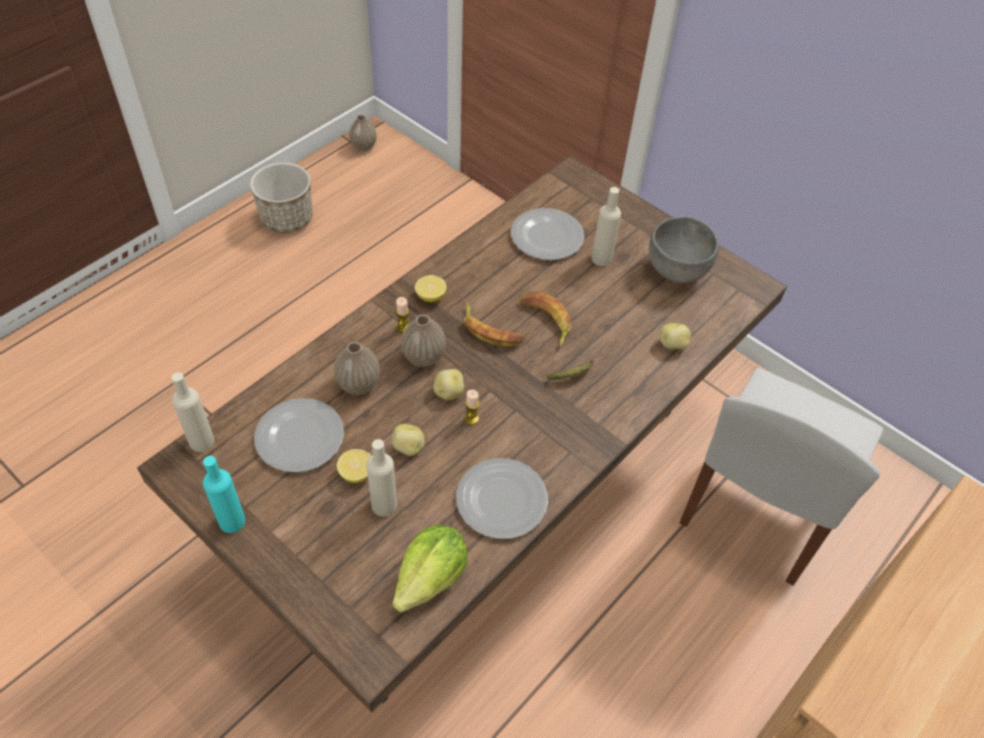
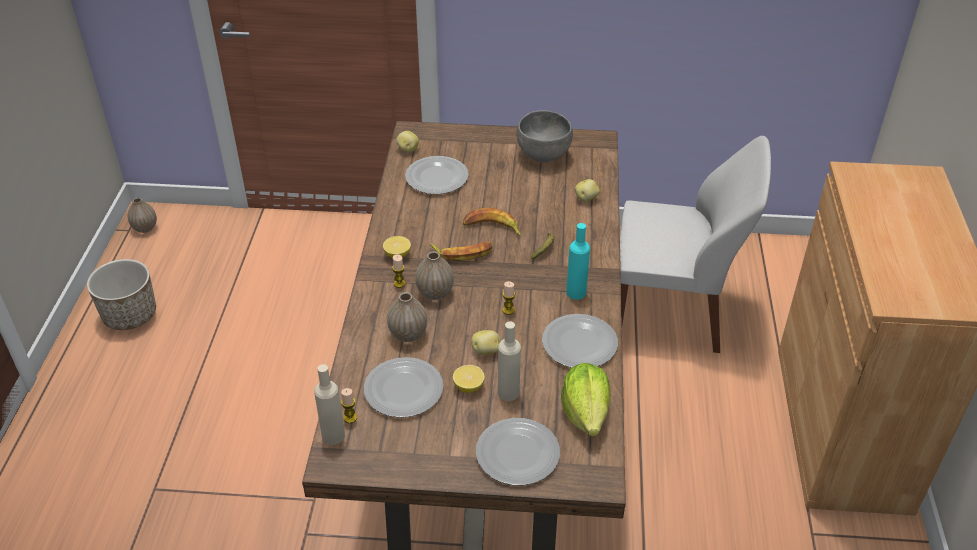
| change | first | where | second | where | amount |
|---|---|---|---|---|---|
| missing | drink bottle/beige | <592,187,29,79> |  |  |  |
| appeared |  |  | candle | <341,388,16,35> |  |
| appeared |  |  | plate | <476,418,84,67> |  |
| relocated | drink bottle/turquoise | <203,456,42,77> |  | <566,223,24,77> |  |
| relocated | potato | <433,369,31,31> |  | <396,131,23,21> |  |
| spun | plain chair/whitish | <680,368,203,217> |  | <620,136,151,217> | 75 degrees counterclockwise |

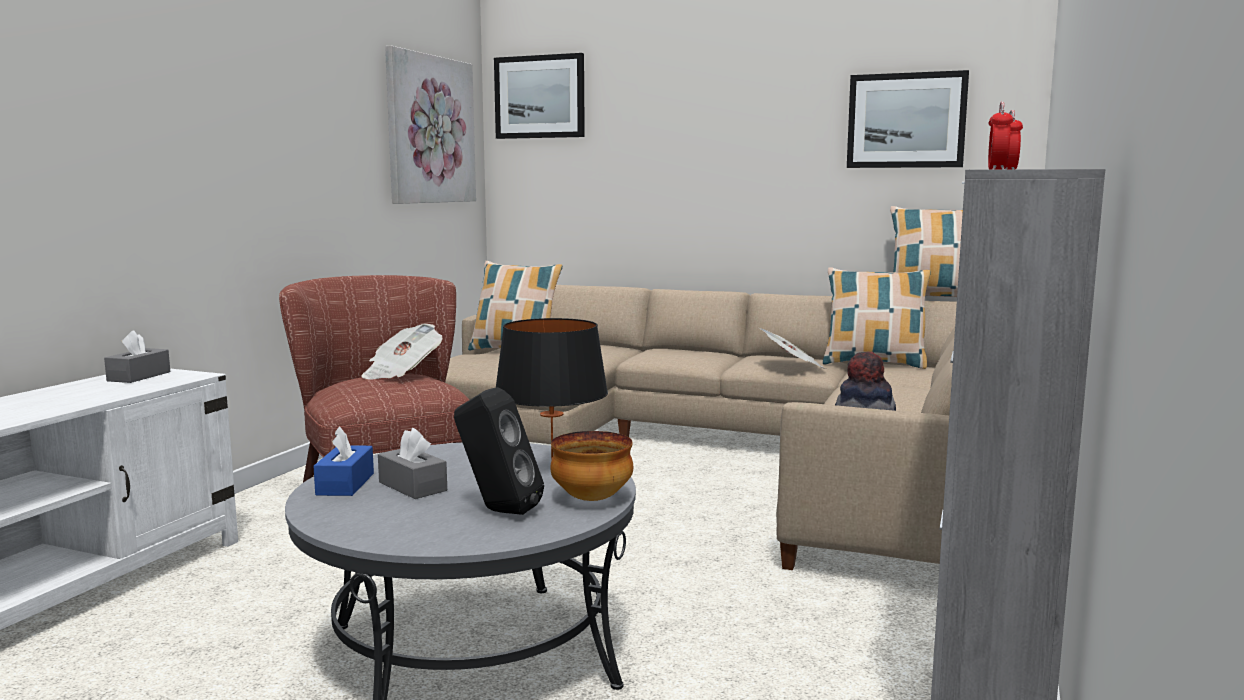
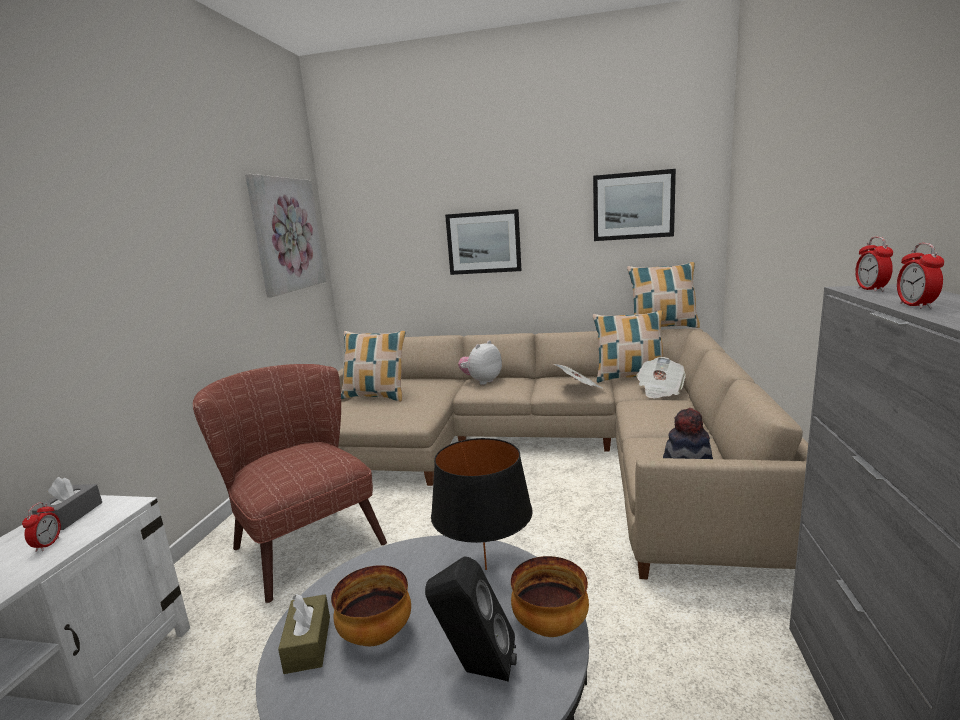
| change | first | where | second | where | amount |
|---|---|---|---|---|---|
| appeared |  |  | table clock | <22,502,39,50> |  |
| appeared |  |  | soft toy | <458,340,44,45> |  |
| relocated | printed paper | <361,324,81,56> |  | <636,357,50,41> |  |
| relocated | wall picture | <494,53,91,86> |  | <445,209,77,66> |  |
| exchanged | tissue holder/gray | <378,428,69,71> | bowl | <331,565,80,81> |  |
| colour | tissue holder/blue | <313,427,61,69> | tissue holder/brown | <278,594,52,80> |  |

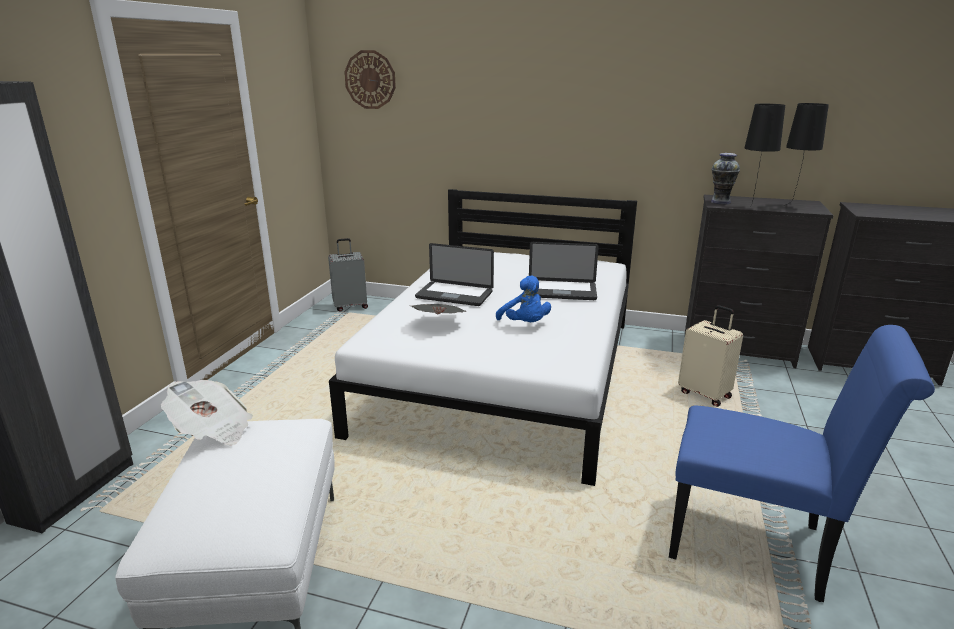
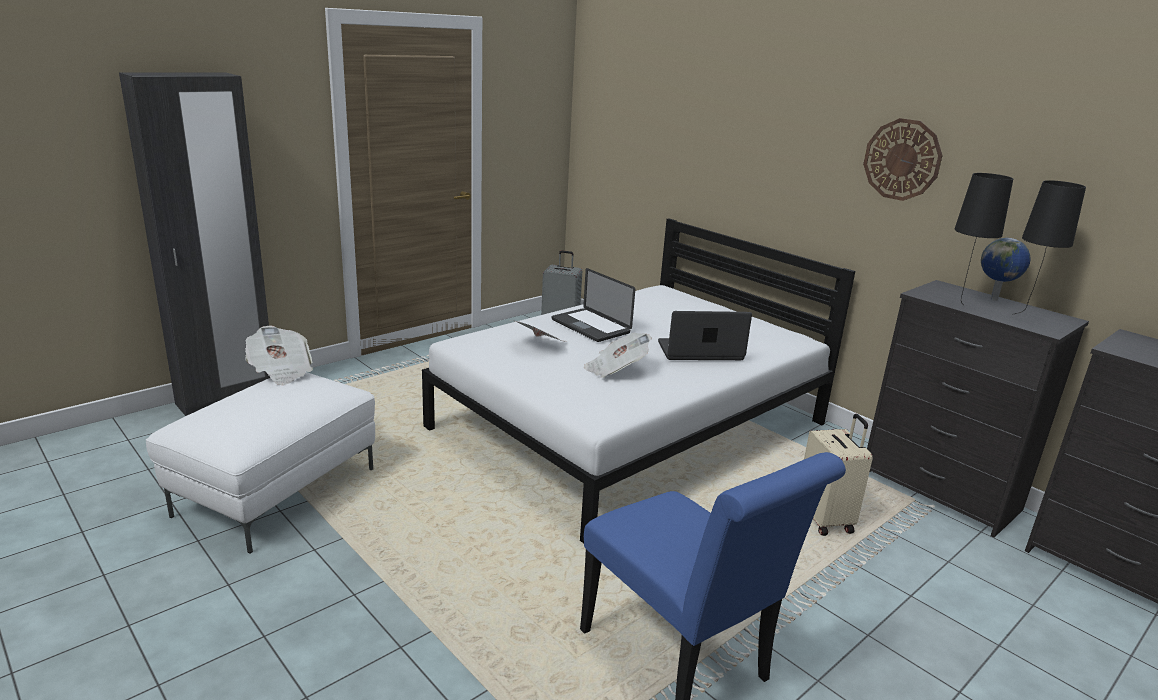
| change | first | where | second | where | amount |
|---|---|---|---|---|---|
| missing | flower vase | <711,153,29,51> |  |  |  |
| appeared |  |  | globe | <981,238,50,63> |  |
| relocated | clock on the wall | <344,50,52,59> |  | <863,118,80,83> |  |
| exchanged | soft toy/blue | <496,275,55,47> | printed paper | <584,332,68,46> |  |
| spun | notebook computer | <529,242,70,58> |  | <658,311,94,49> | 135 degrees clockwise |

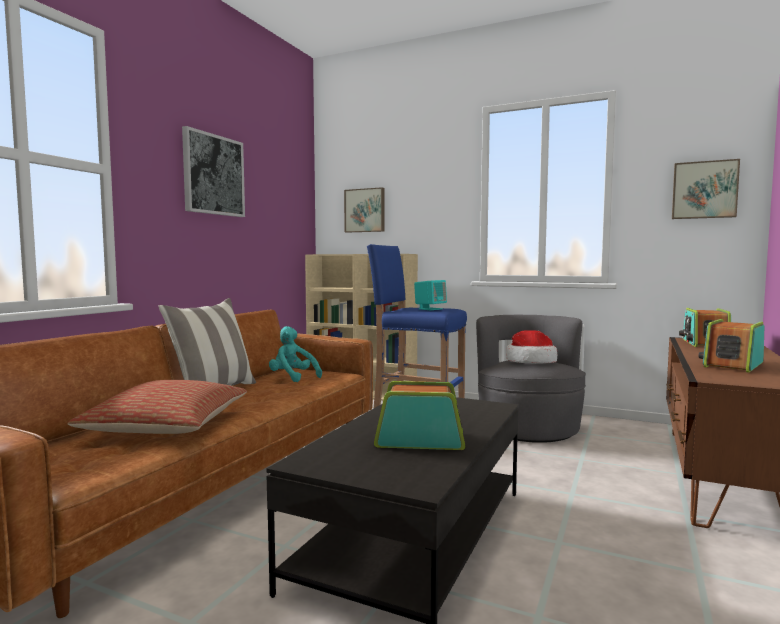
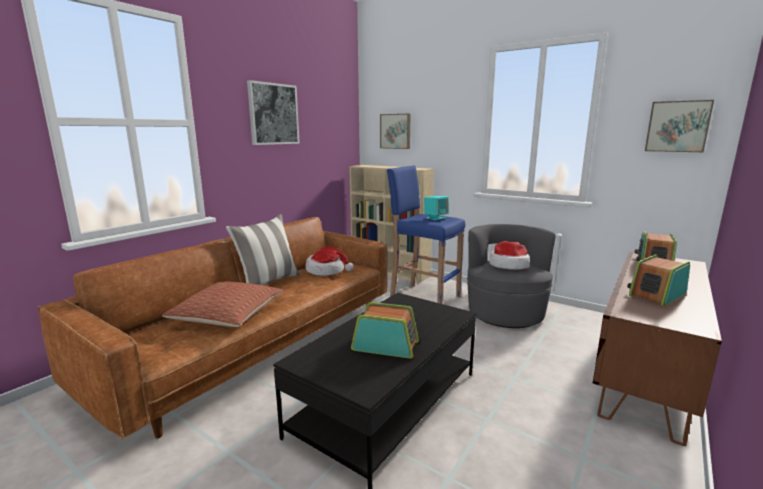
| change | first | where | second | where | amount |
|---|---|---|---|---|---|
| exchanged | soft toy/turquoise | <269,326,53,56> | clothing hat | <306,246,48,30> |  |

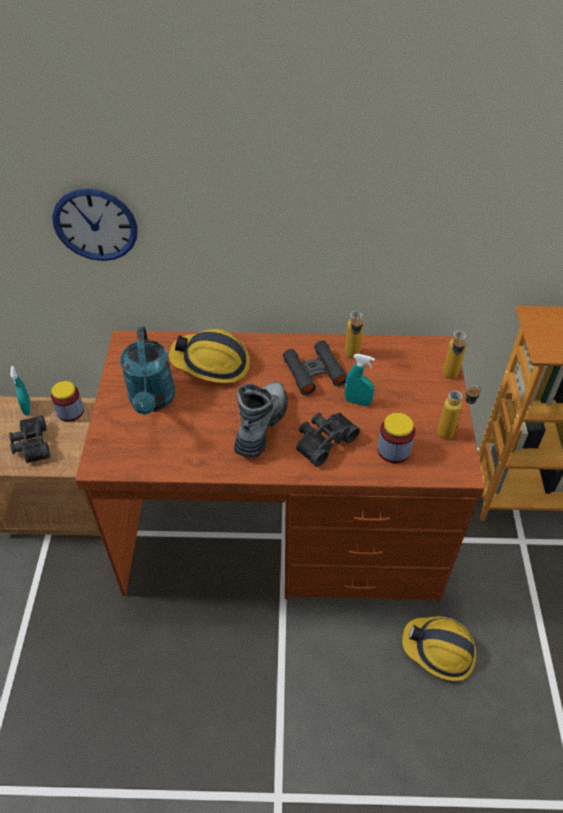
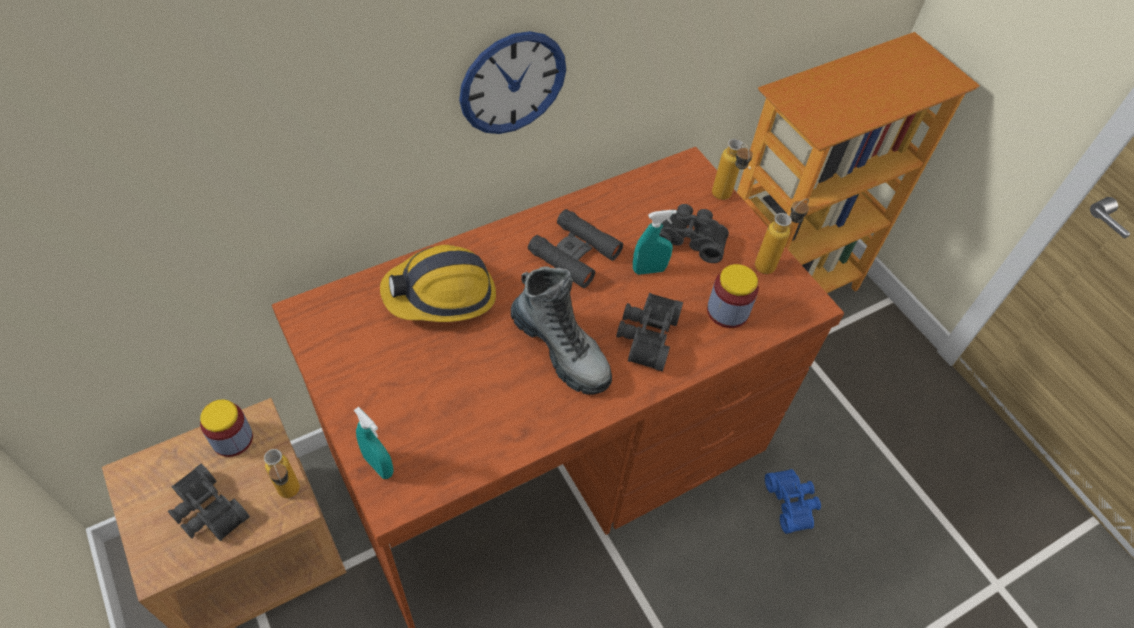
| change | first | where | second | where | amount |
|---|---|---|---|---|---|
| missing | watering pot/turquoise | <120,327,55,88> |  |  |  |
| appeared |  |  | binoculars/blackish | <659,204,70,59> |  |
| relocated | hand sprayer/turquoise | <11,366,20,49> |  | <354,407,39,72> |  |
| relocated | clock on the wall | <52,188,85,73> |  | <459,31,107,103> |  |
| relocated | drink bottle | <345,311,19,47> |  | <264,449,36,49> |  |
| exchanged | work helmet | <402,616,74,65> | binoculars/blue | <765,469,56,65> |  |
| spun | boot | <234,381,54,76> |  | <511,266,101,129> | 150 degrees clockwise |

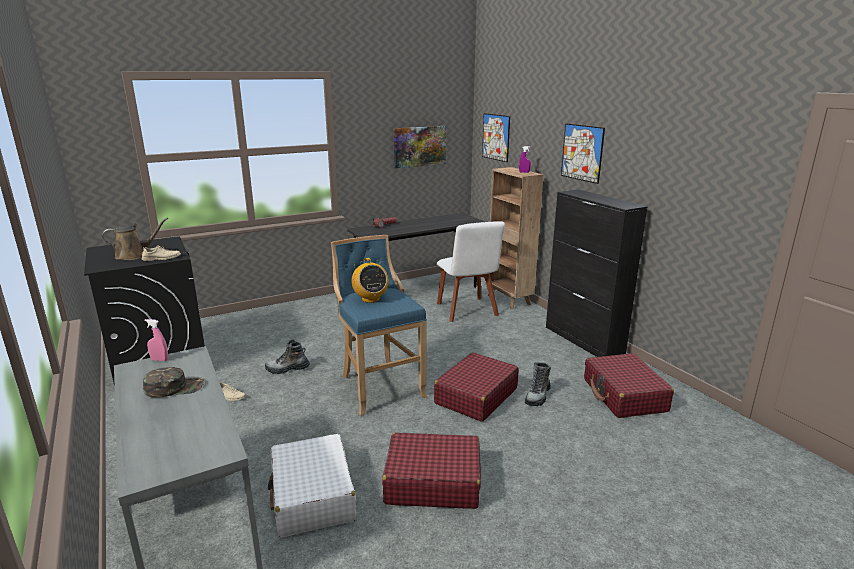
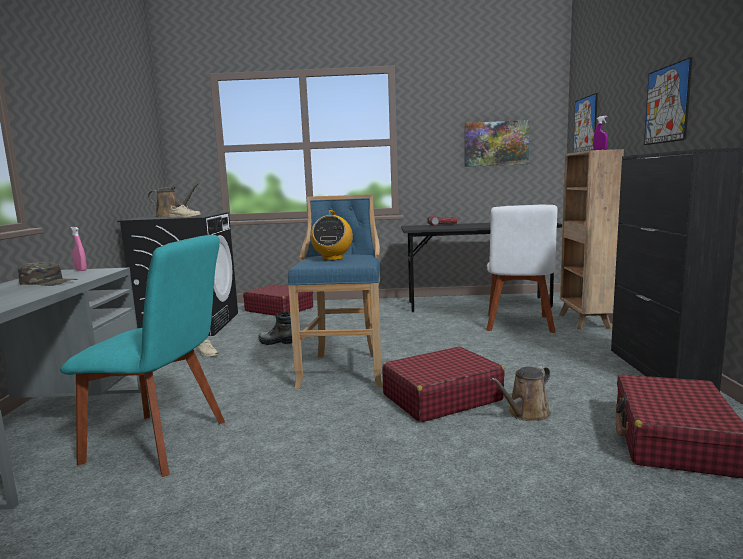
| change | first | where | second | where | amount |
|---|---|---|---|---|---|
| relocated | suitcase/red | <382,433,99,76> |  | <243,284,70,32> |  |
| exchanged | suitcase/whitish | <268,434,88,104> | plain chair/turquoise | <60,235,165,242> |  |
| exchanged | boot | <525,362,26,44> | watering pot/brown | <490,366,61,55> |  |

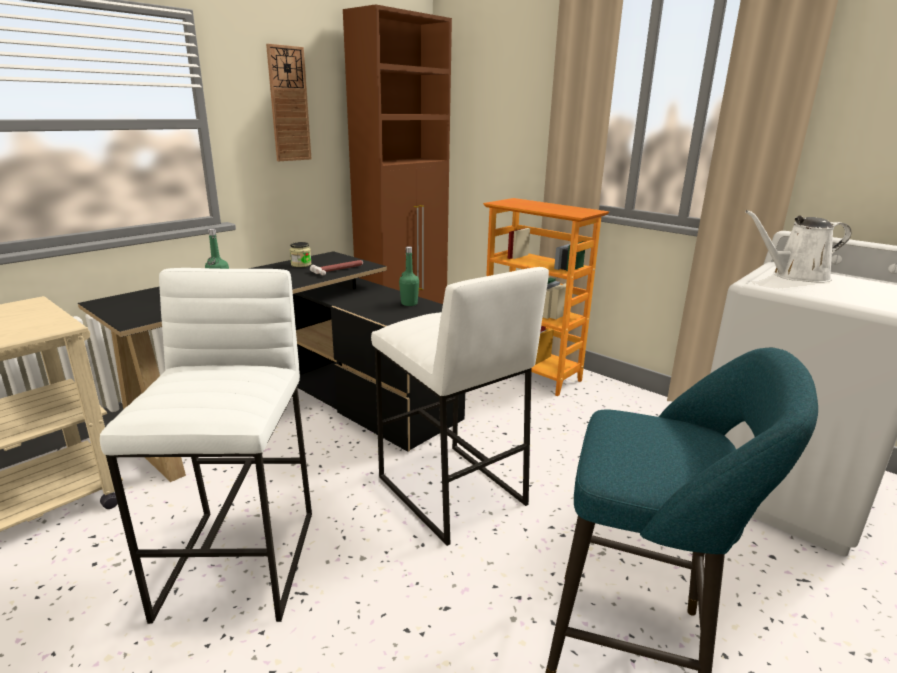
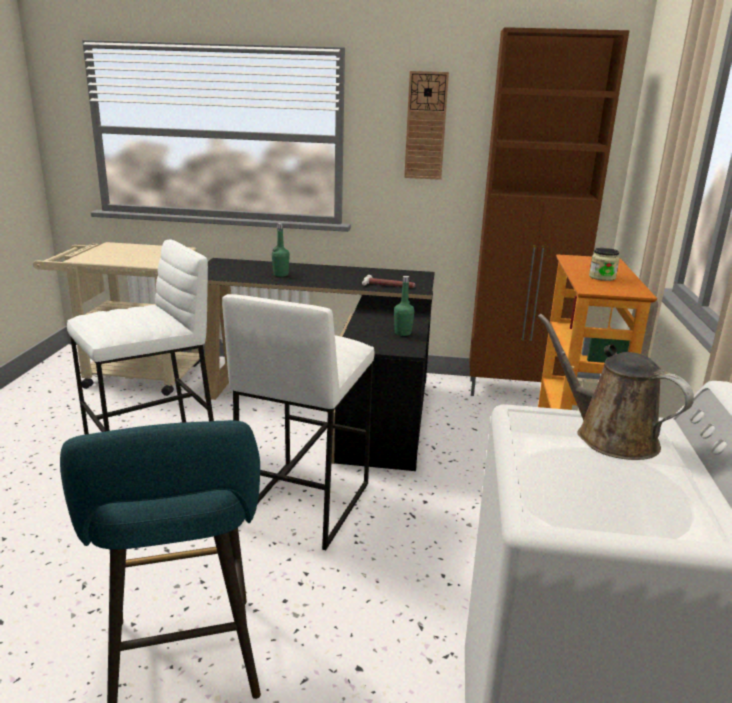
| change | first | where | second | where | amount |
|---|---|---|---|---|---|
| relocated | jar | <290,242,22,25> |  | <589,248,30,33> |  |
| colour | watering pot/whitish | <745,210,107,73> | watering pot/brown | <538,314,156,146> |  |

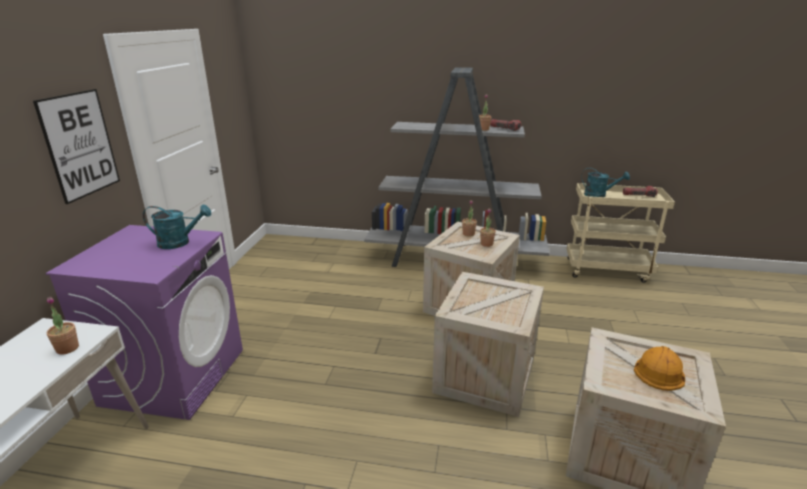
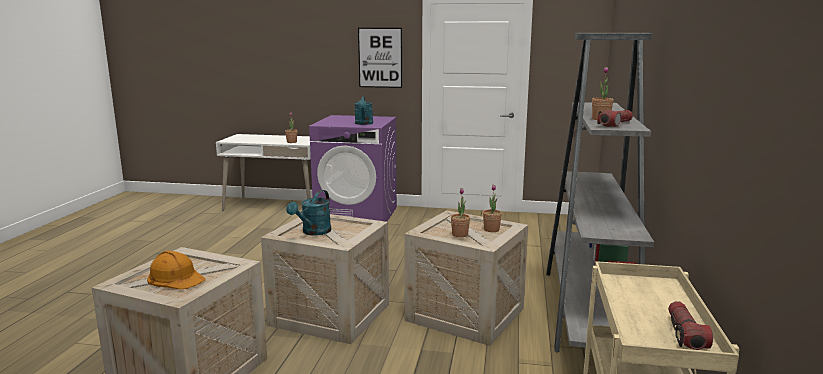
| change | first | where | second | where | amount |
|---|---|---|---|---|---|
| relocated | watering pot/turquoise | <581,167,49,30> |  | <286,190,45,45> |  |

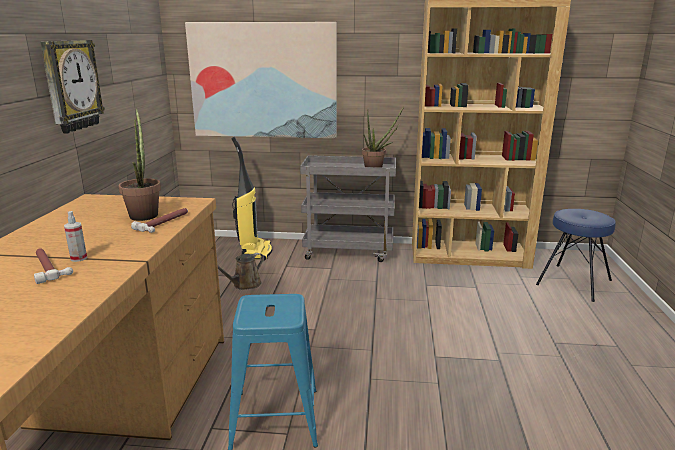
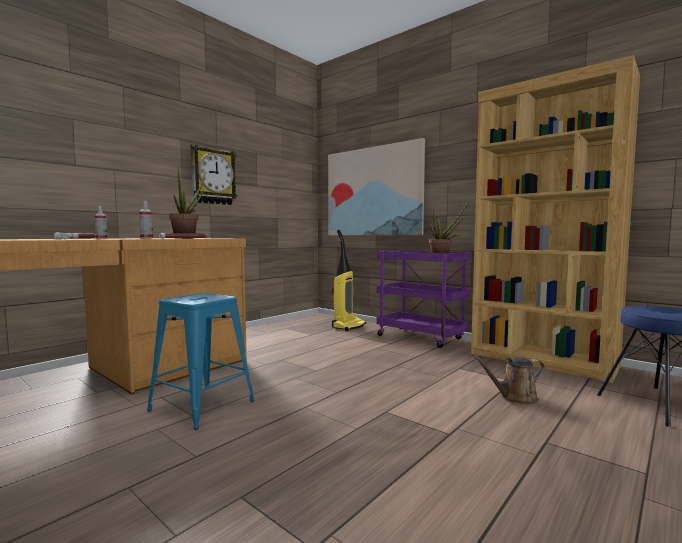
| change | first | where | second | where | amount |
|---|---|---|---|---|---|
| appeared |  |  | hand sprayer | <139,201,14,38> |  |
| relocated | watering pot/brown | <218,253,46,37> |  | <473,355,72,49> |  |
| colour | cart/gray | <300,155,96,107> | cart/purplish | <377,250,94,98> |  |

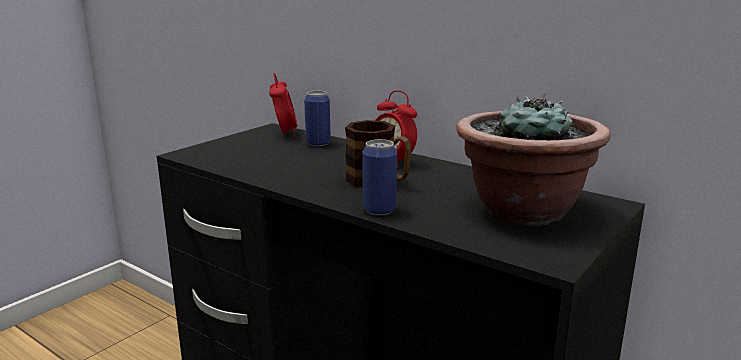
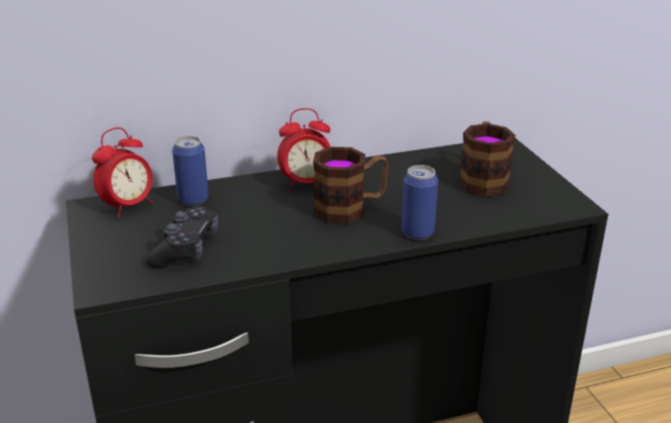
| change | first | where | second | where | amount |
|---|---|---|---|---|---|
| appeared |  |  | gamepad/blackish | <146,206,72,63> |  |
| exchanged | potted plant | <456,94,154,132> | coffee mug | <459,121,56,76> |  |
| spun | table clock | <269,73,29,64> |  | <92,127,61,90> | 105 degrees clockwise |

